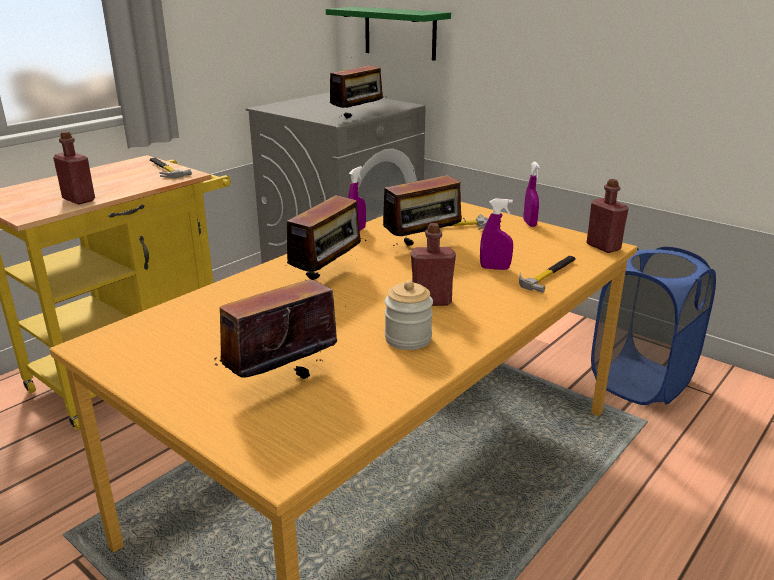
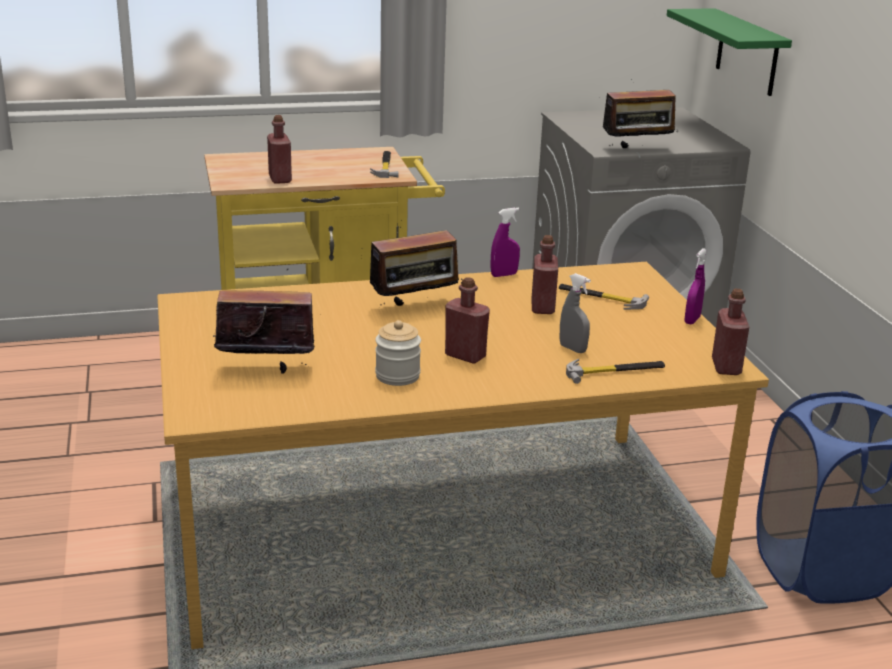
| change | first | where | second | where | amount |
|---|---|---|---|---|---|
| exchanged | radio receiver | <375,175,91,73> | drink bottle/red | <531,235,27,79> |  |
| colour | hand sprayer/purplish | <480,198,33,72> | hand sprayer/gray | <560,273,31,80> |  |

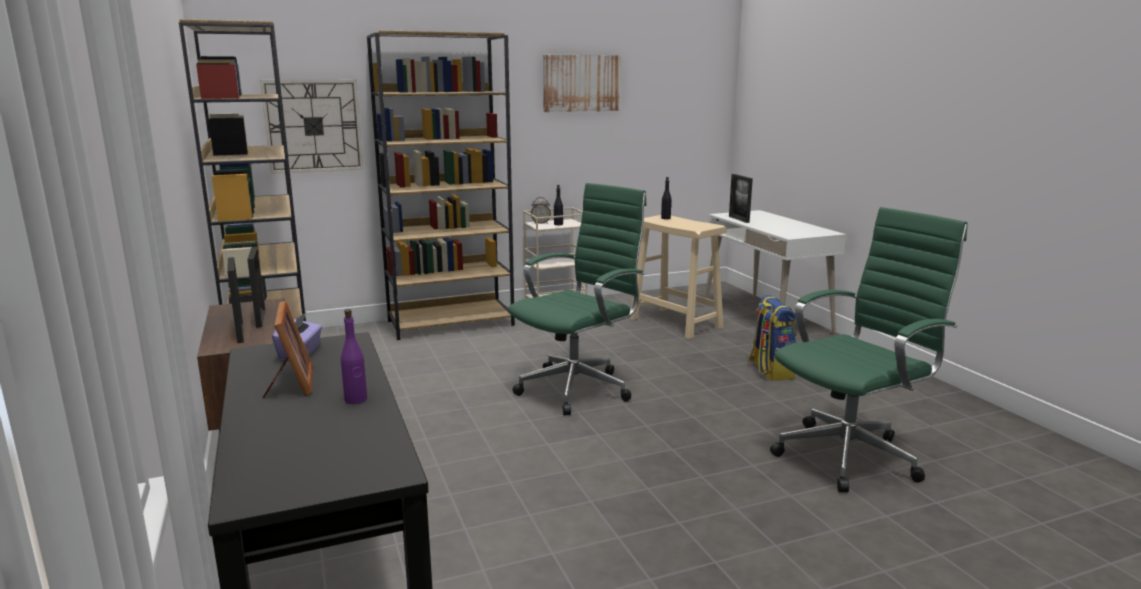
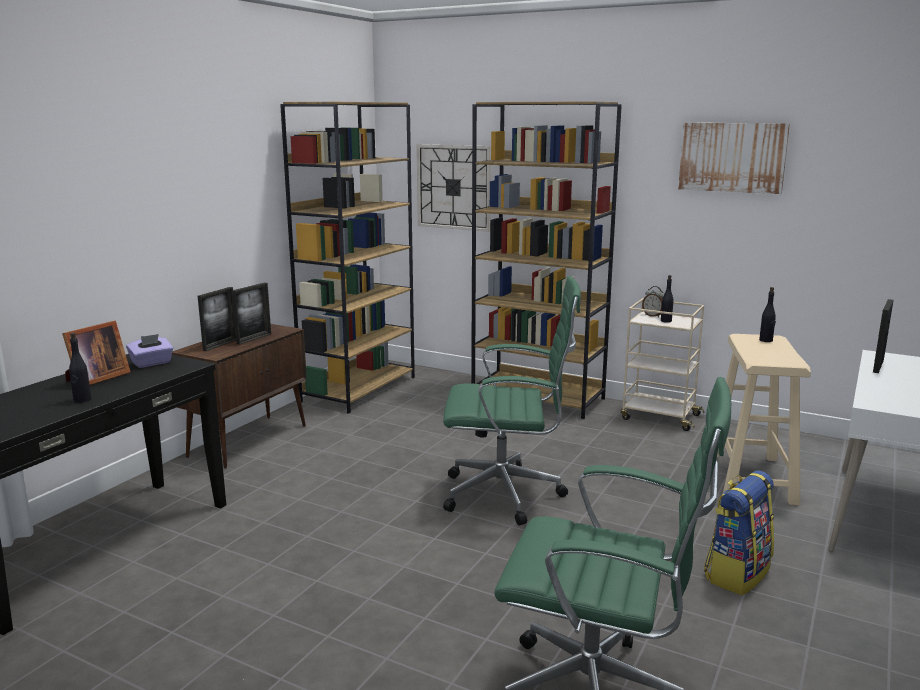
| change | first | where | second | where | amount |
|---|---|---|---|---|---|
| colour | drink bottle/purplish | <341,309,26,95> | drink bottle/blackish | <69,332,22,71> |  |

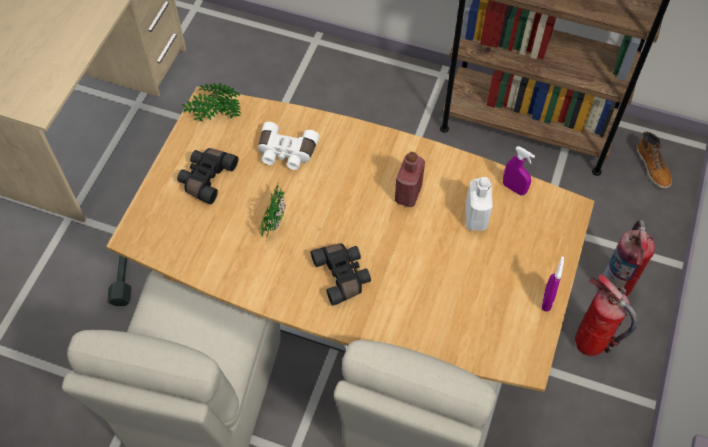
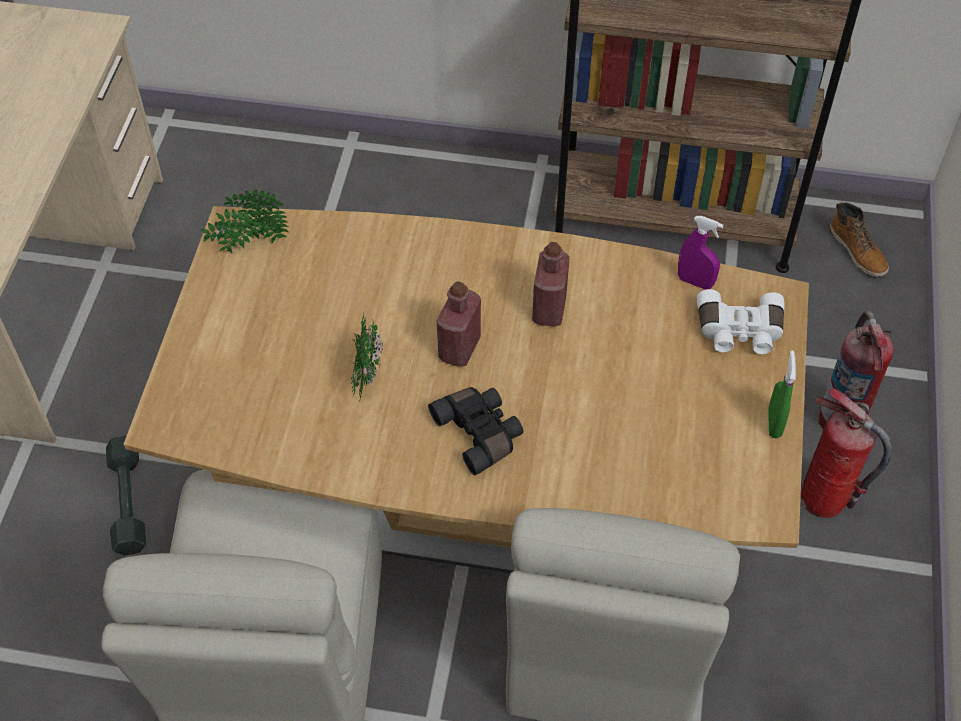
| change | first | where | second | where | amount |
|---|---|---|---|---|---|
| missing | binoculars/blackish | <177,148,61,56> |  |  |  |
| missing | drink bottle/whitish | <465,177,28,54> |  |  |  |
| appeared |  |  | drink bottle/red | <437,281,44,86> |  |
| relocated | binoculars/whitish | <258,122,61,48> |  | <697,289,88,65> |  |
| colour | hand sprayer/purplish | <542,256,22,56> | hand sprayer/greenish | <768,350,28,88> |  |

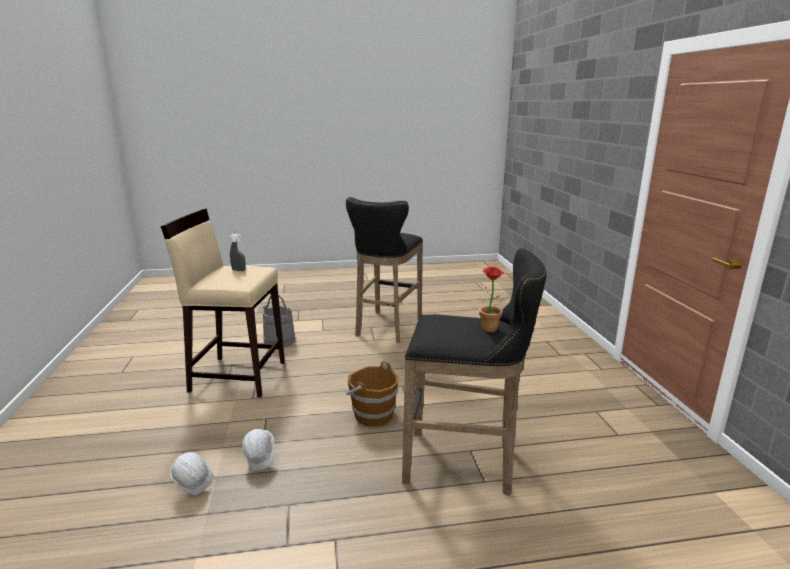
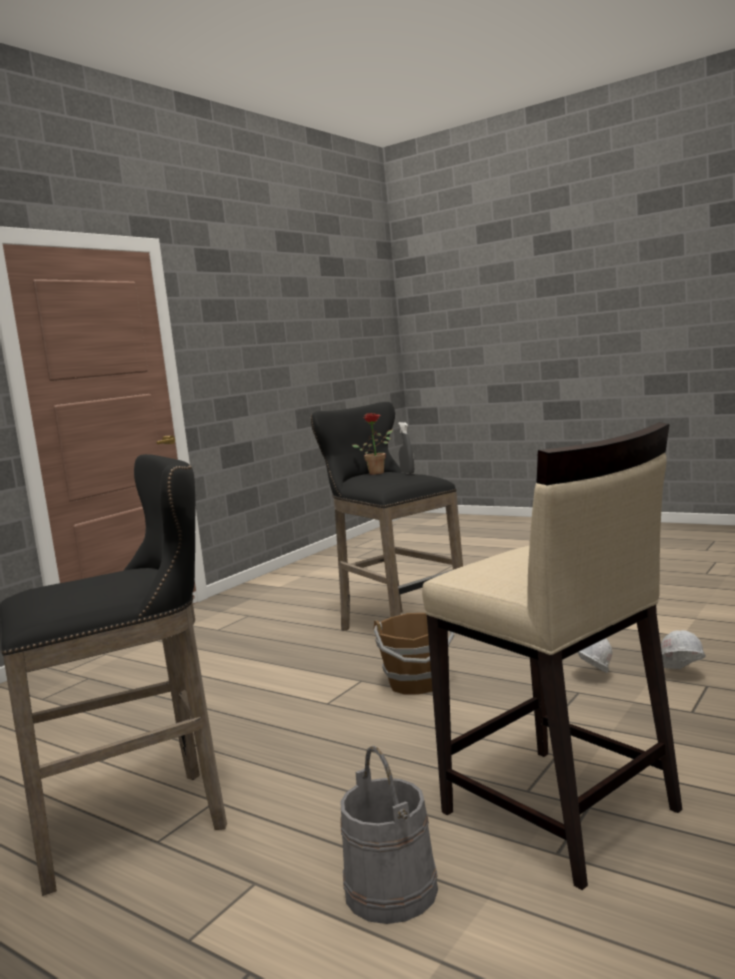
| change | first | where | second | where | amount |
|---|---|---|---|---|---|
| relocated | hand sprayer/gray | <230,234,16,37> |  | <398,422,16,52> |  |

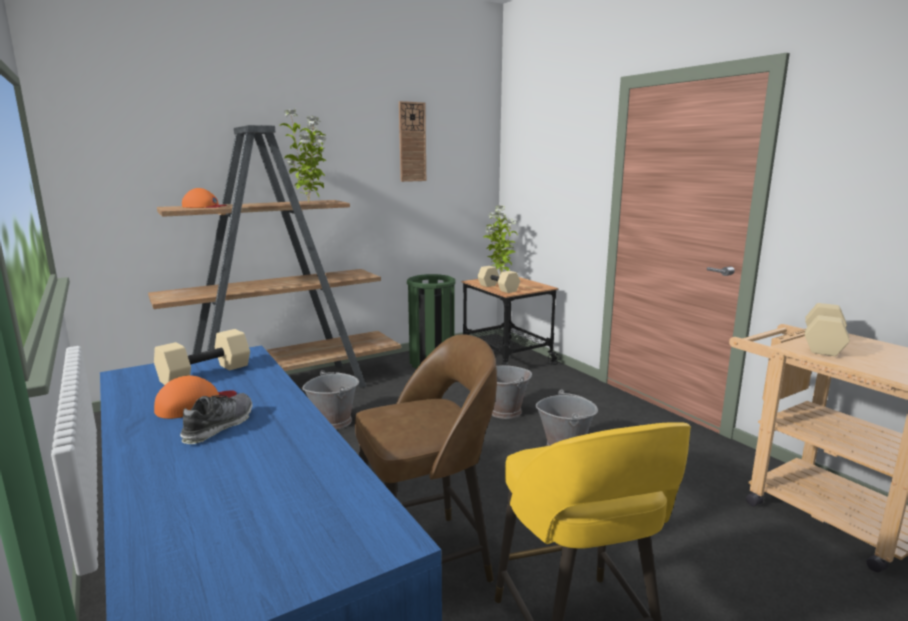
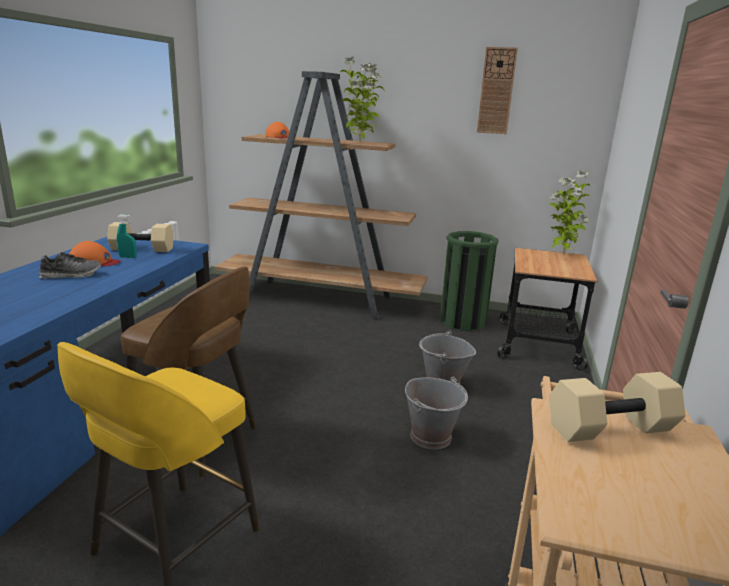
| change | first | where | second | where | amount |
|---|---|---|---|---|---|
| missing | pail/gray | <302,370,57,60> |  |  |  |
| missing | hand weight/beige | <477,266,43,27> |  |  |  |
| appeared |  |  | hand sprayer/turquoise | <117,214,20,44> |  |

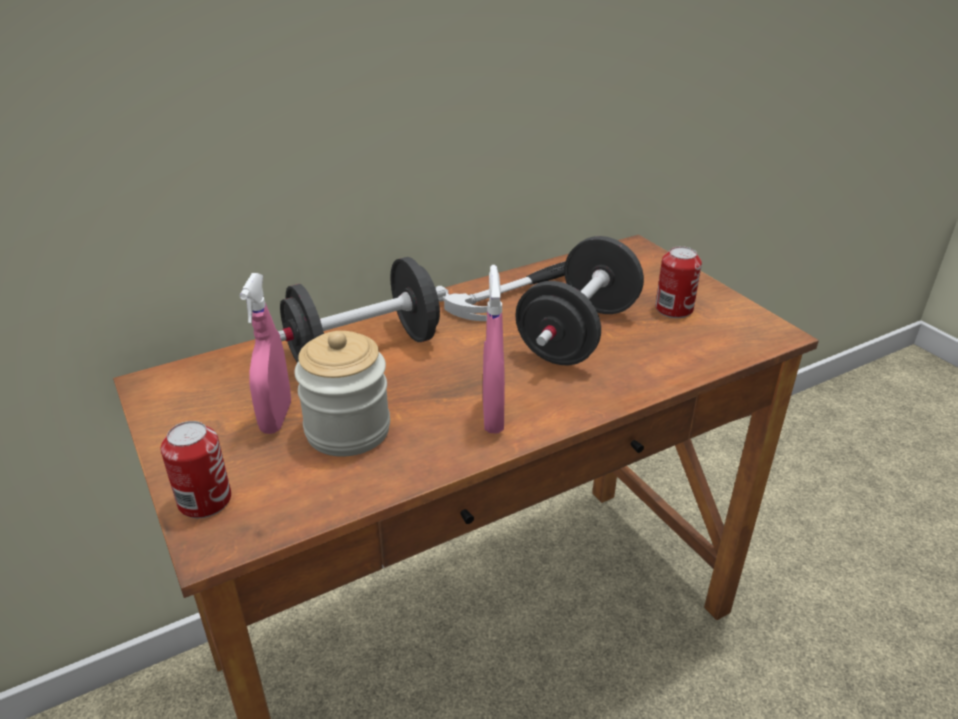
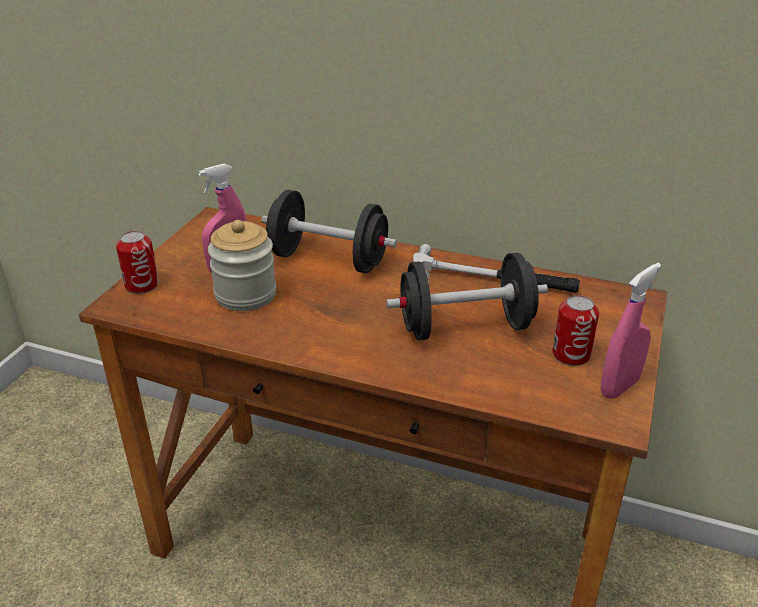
| change | first | where | second | where | amount |
|---|---|---|---|---|---|
| relocated | hand sprayer/pink | <483,265,22,168> |  | <601,263,60,136> |  |

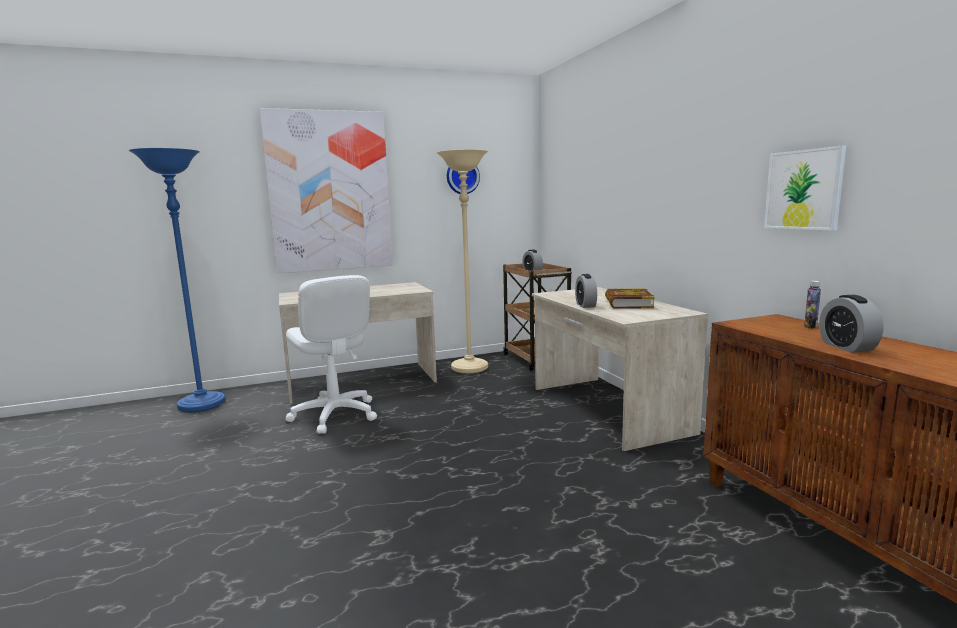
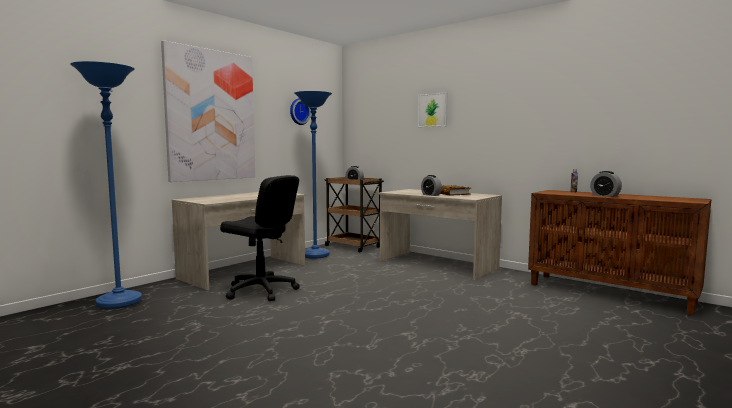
| change | first | where | second | where | amount |
|---|---|---|---|---|---|
| relocated | wall picture | <764,146,82,85> |  | <418,92,30,35> |  |
| colour | computer chair/whitish | <286,275,91,159> | computer chair/blackish | <220,175,80,127> |  |
| colour | standing lamp/beige | <437,149,51,225> | standing lamp/blue | <294,91,38,168> |  |

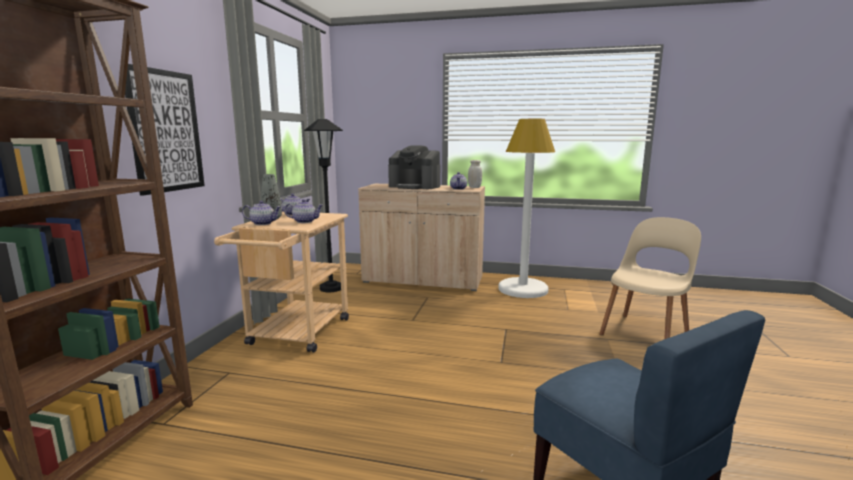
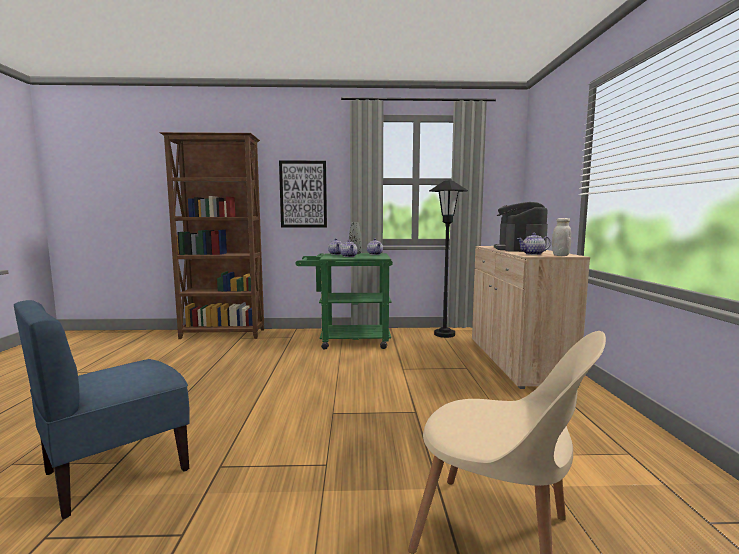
| change | first | where | second | where | amount |
|---|---|---|---|---|---|
| missing | standing lamp/whitish | <498,119,57,179> |  |  |  |
| colour | cart/beige | <214,211,135,142> | cart/greenish | <295,253,98,97> |  |

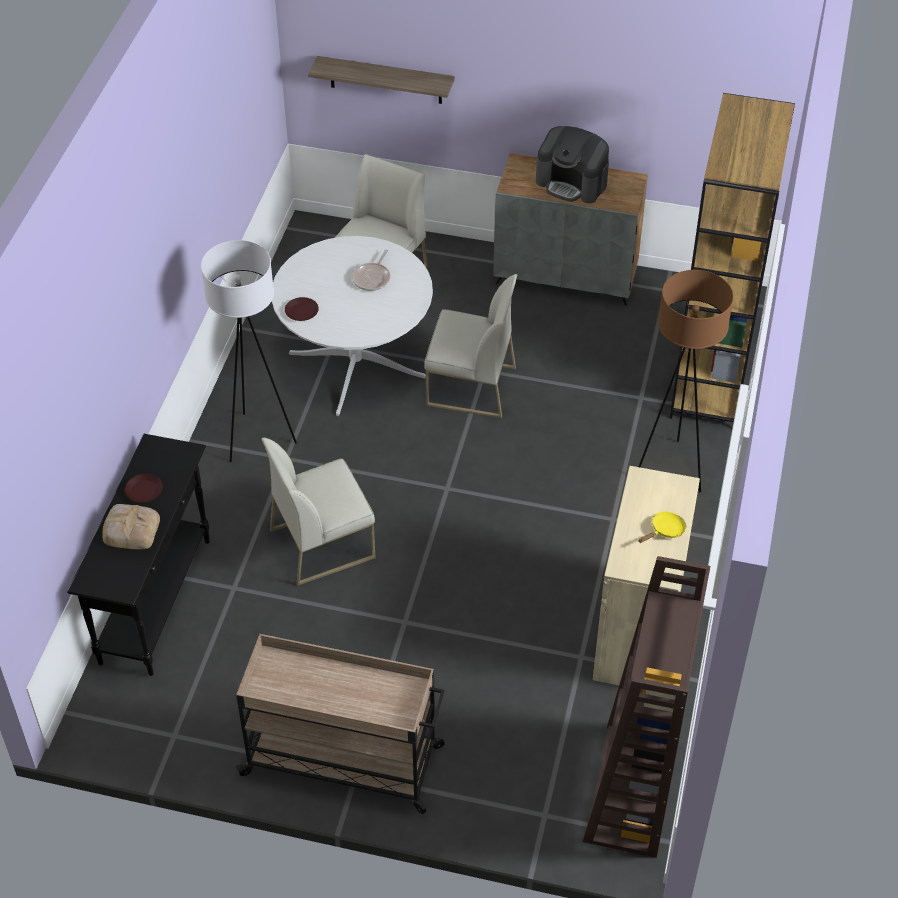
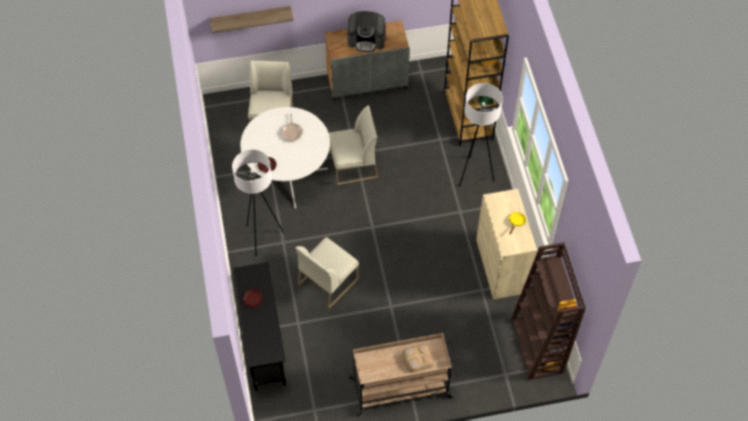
| change | first | where | second | where | amount |
|---|---|---|---|---|---|
| relocated | bread | <102,504,58,45> |  | <402,344,32,28> |  |
| colour | standing lamp/brown | <638,270,96,223> | standing lamp/whitish | <459,83,44,103> |  |

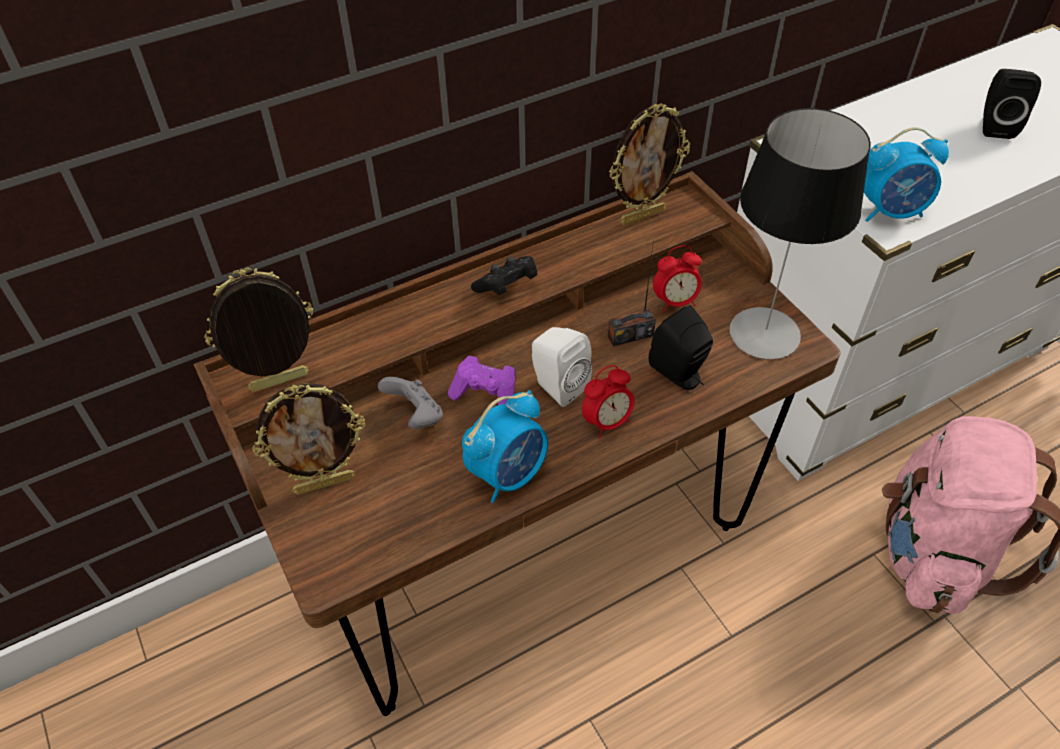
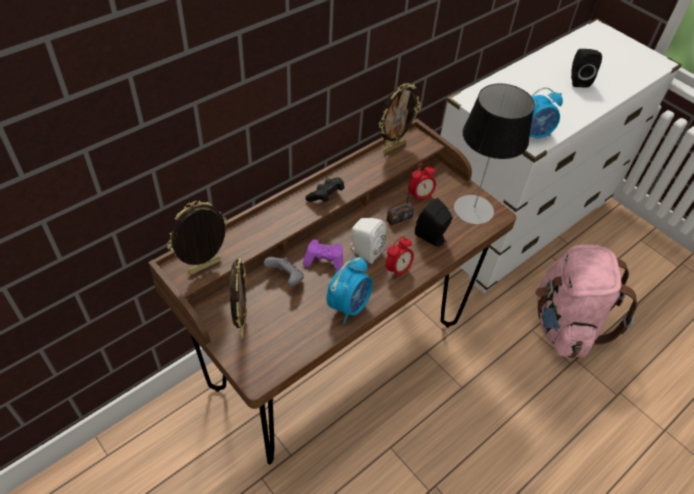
| change | first | where | second | where | amount |
|---|---|---|---|---|---|
| spun | photo frame | <252,383,113,112> |  | <230,258,17,82> | 60 degrees counterclockwise |

